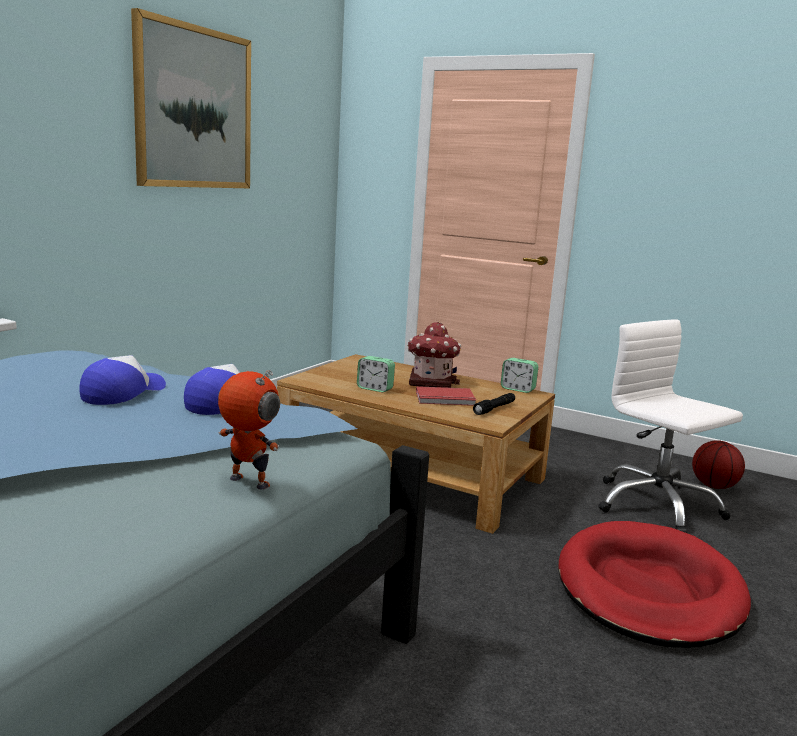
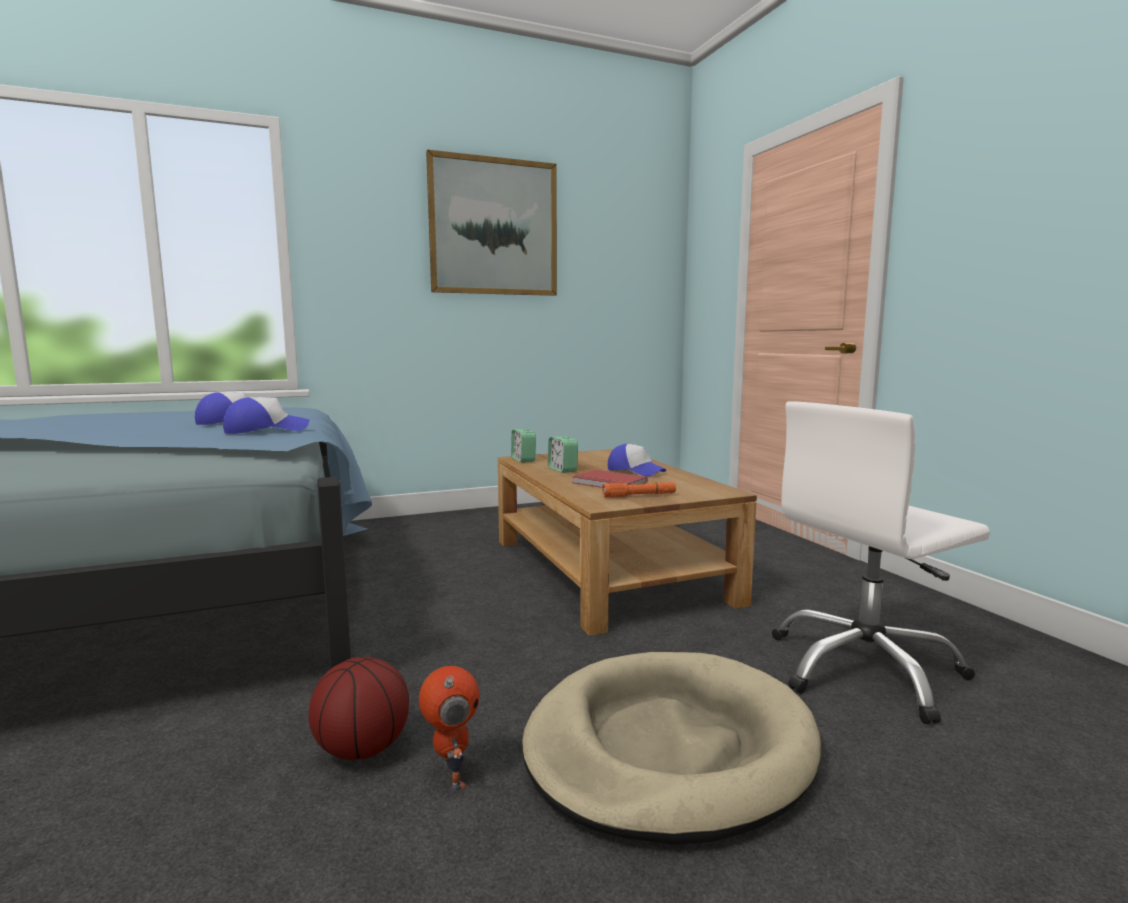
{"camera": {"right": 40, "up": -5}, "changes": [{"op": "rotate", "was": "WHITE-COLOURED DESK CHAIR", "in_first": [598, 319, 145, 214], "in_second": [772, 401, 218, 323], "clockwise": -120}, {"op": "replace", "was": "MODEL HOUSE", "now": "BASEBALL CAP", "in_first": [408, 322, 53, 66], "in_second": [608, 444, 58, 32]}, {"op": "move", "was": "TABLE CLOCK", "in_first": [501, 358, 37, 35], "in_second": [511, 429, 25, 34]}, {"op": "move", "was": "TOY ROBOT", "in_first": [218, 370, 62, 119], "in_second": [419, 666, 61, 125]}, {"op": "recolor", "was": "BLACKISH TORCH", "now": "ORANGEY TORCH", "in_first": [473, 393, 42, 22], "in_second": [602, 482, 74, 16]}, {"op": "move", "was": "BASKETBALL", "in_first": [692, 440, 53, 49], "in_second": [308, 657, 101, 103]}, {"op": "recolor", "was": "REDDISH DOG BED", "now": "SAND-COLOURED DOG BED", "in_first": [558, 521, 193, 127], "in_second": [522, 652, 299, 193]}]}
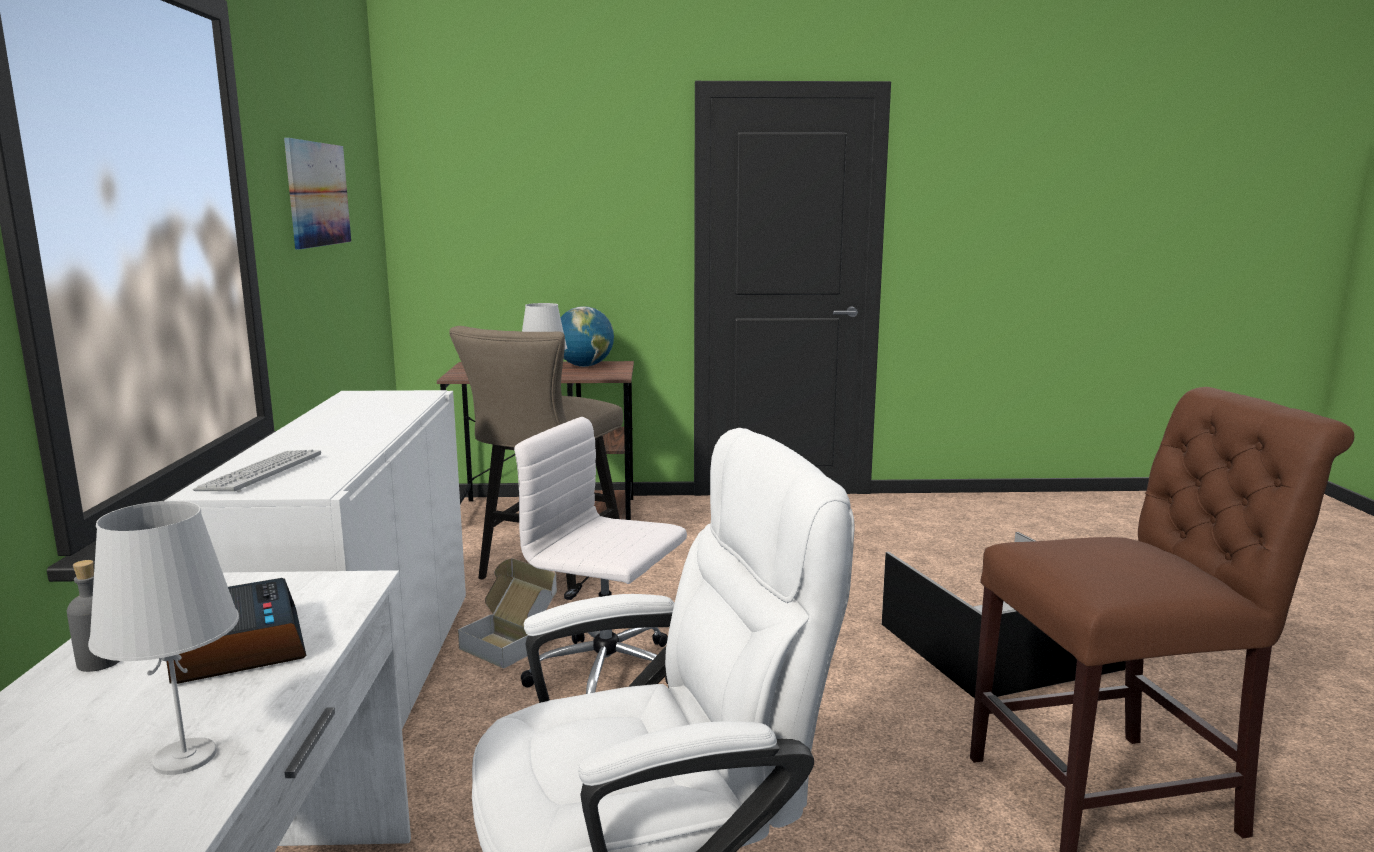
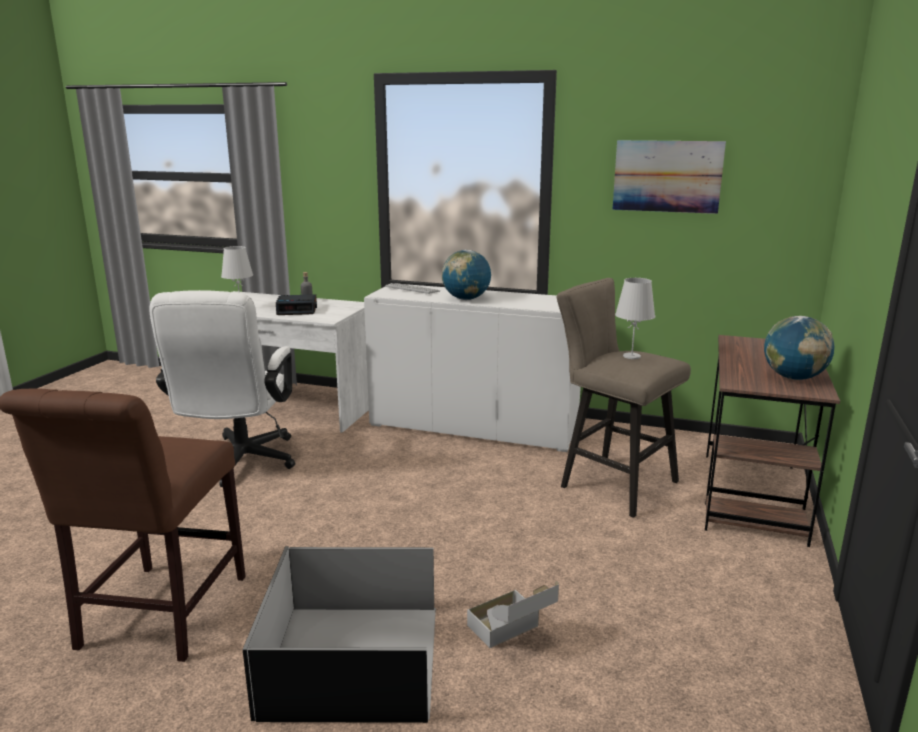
{"camera": {"right": 110, "up": 5}, "changes": [{"op": "delete", "was": "WHITE-COLOURED DESK CHAIR", "in_first": [514, 417, 173, 277]}, {"op": "move", "was": "PACKING BOX", "in_first": [458, 558, 99, 111], "in_second": [467, 581, 92, 67]}, {"op": "insert", "now": "WORLD GLOBE", "in_second": [442, 250, 49, 50]}]}
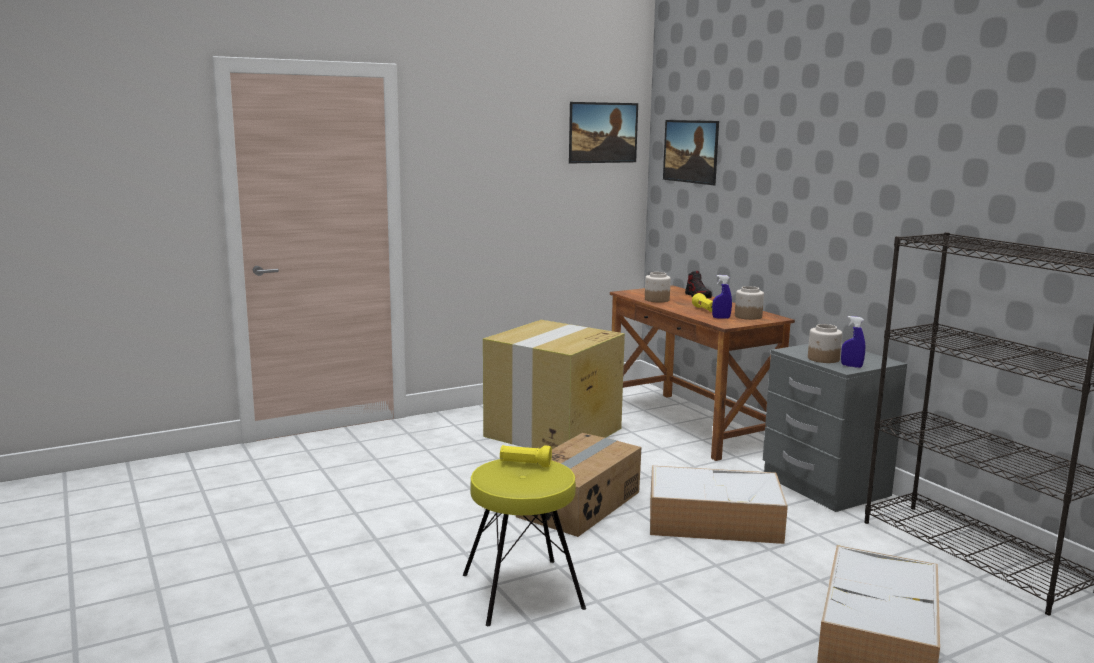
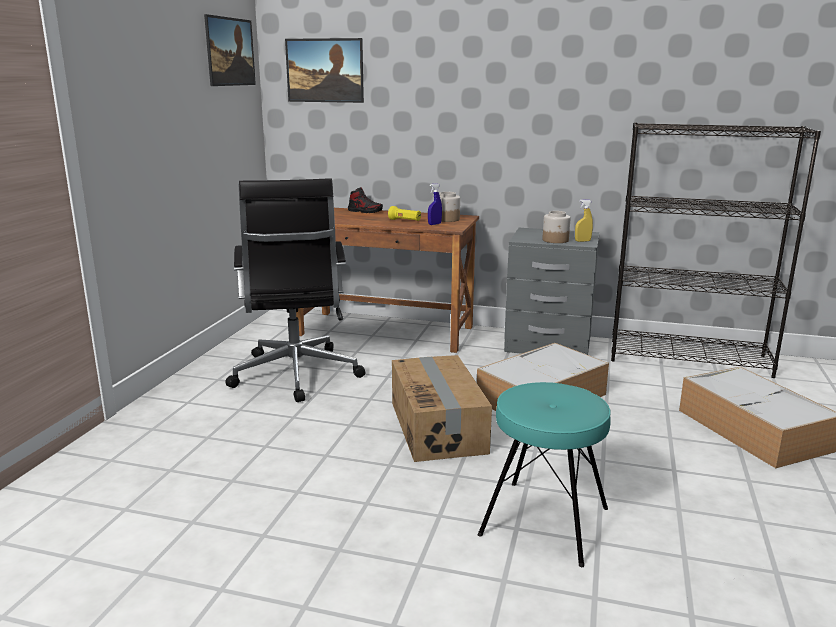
{"camera": {"right": -45, "up": 5}, "changes": [{"op": "delete", "was": "PRESERVE JAR", "in_first": [645, 272, 26, 31]}, {"op": "recolor", "was": "BLUE SPRAY BOTTLE", "now": "YELLOW-COLOURED SPRAY BOTTLE", "in_first": [841, 316, 24, 52], "in_second": [575, 199, 18, 43]}, {"op": "replace", "was": "PACKING BOX", "now": "BLACKISH DESK CHAIR", "in_first": [483, 320, 142, 129], "in_second": [225, 179, 140, 223]}, {"op": "delete", "was": "YELLOW-COLOURED TORCH", "in_first": [500, 445, 52, 22]}, {"op": "recolor", "was": "YELLOW-COLOURED STOOL", "now": "TURQUOISE-COLOURED STOOL", "in_first": [463, 459, 123, 167], "in_second": [478, 382, 133, 185]}]}
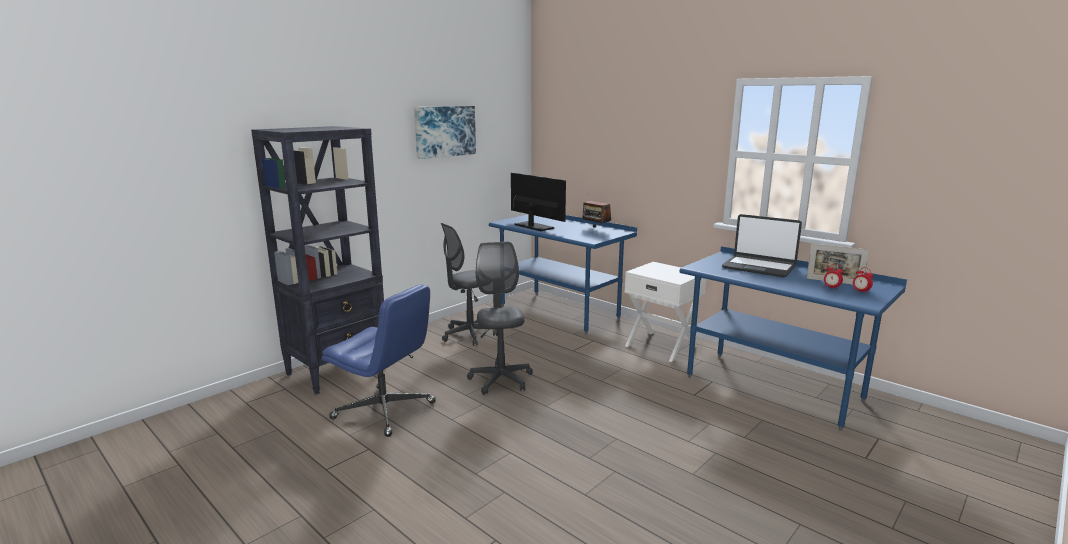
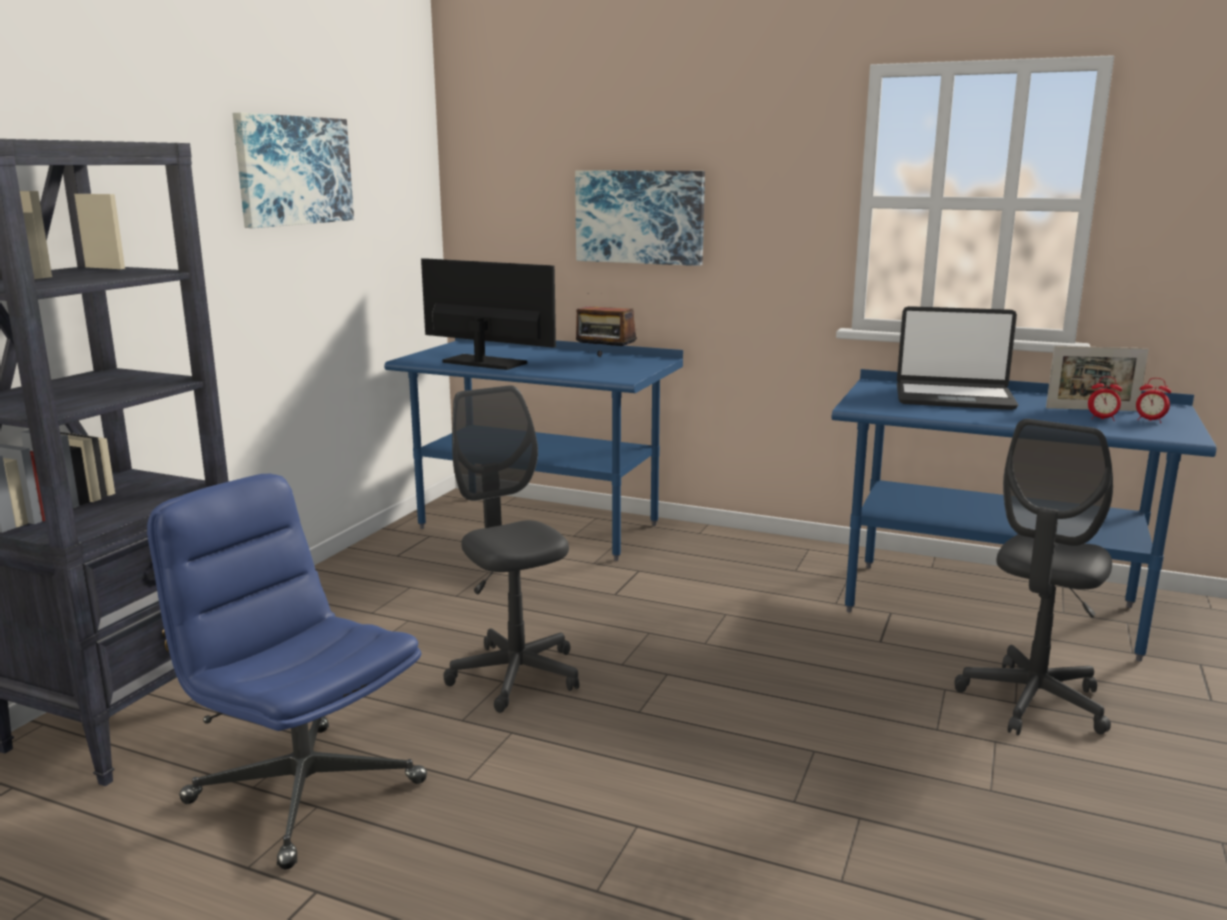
{"camera": {"right": -20, "up": 0}, "changes": [{"op": "move", "was": "GREY DESK CHAIR", "in_first": [441, 223, 57, 123], "in_second": [955, 419, 158, 317]}, {"op": "delete", "was": "WHITE-COLOURED NIGHTSTAND", "in_first": [625, 262, 81, 100]}, {"op": "rotate", "was": "BLUE DESK CHAIR", "in_first": [322, 284, 114, 153], "in_second": [147, 474, 280, 396], "clockwise": -150}, {"op": "insert", "now": "PICTURE", "in_second": [575, 170, 130, 96]}]}
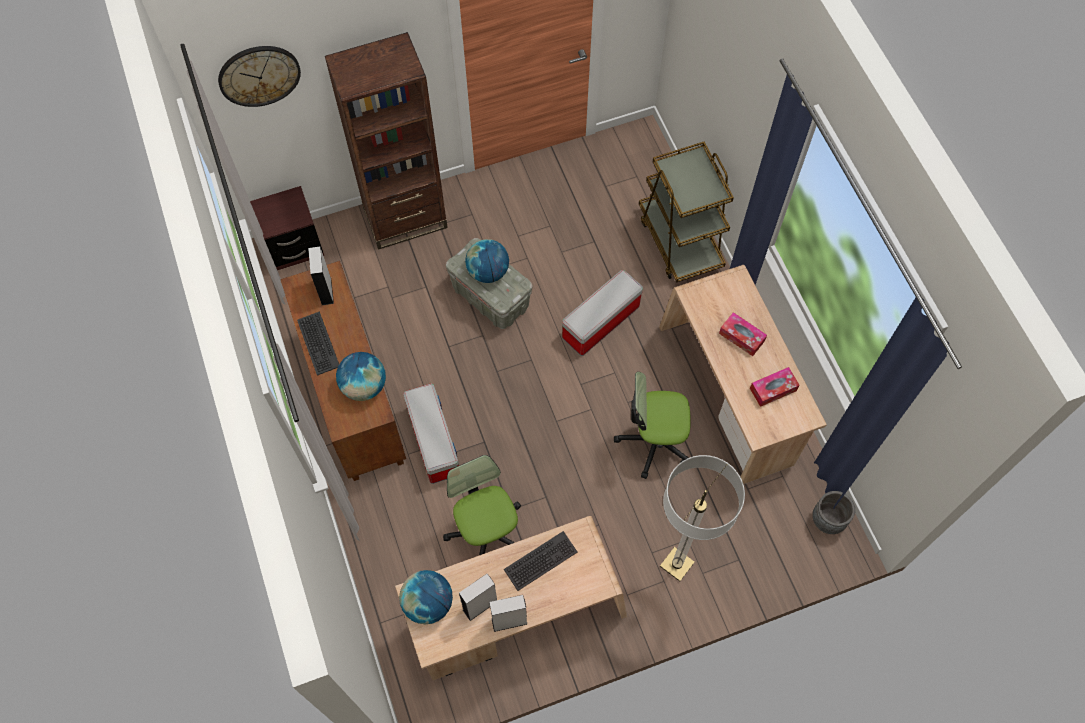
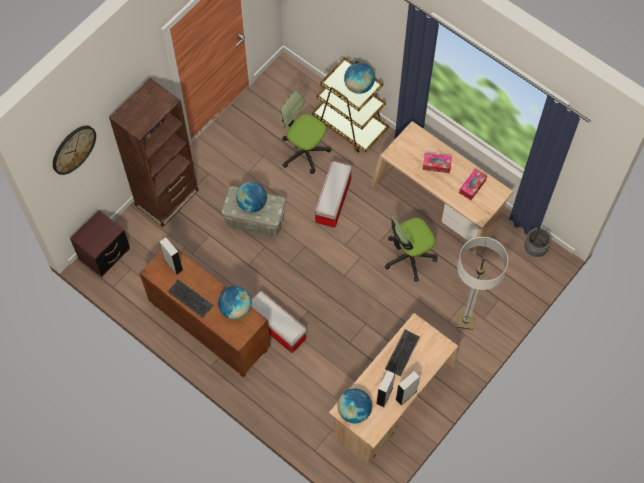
{"camera": {"right": -30, "up": 0}, "changes": [{"op": "move", "was": "DESK CHAIR", "in_first": [443, 455, 78, 100], "in_second": [281, 91, 50, 83]}, {"op": "insert", "now": "WORLD GLOBE", "in_second": [344, 63, 31, 31]}]}
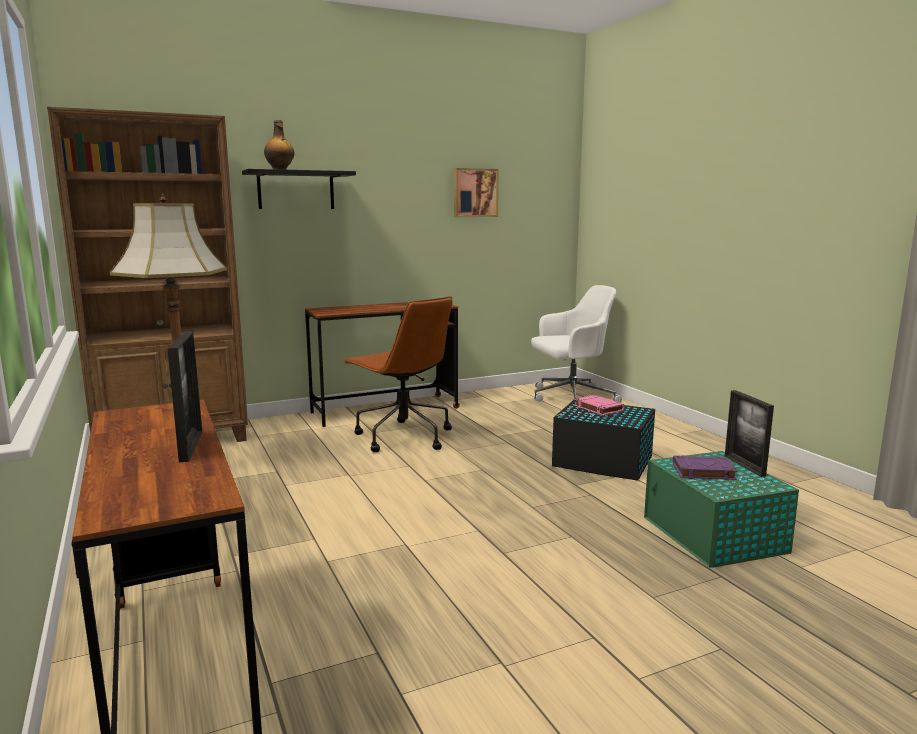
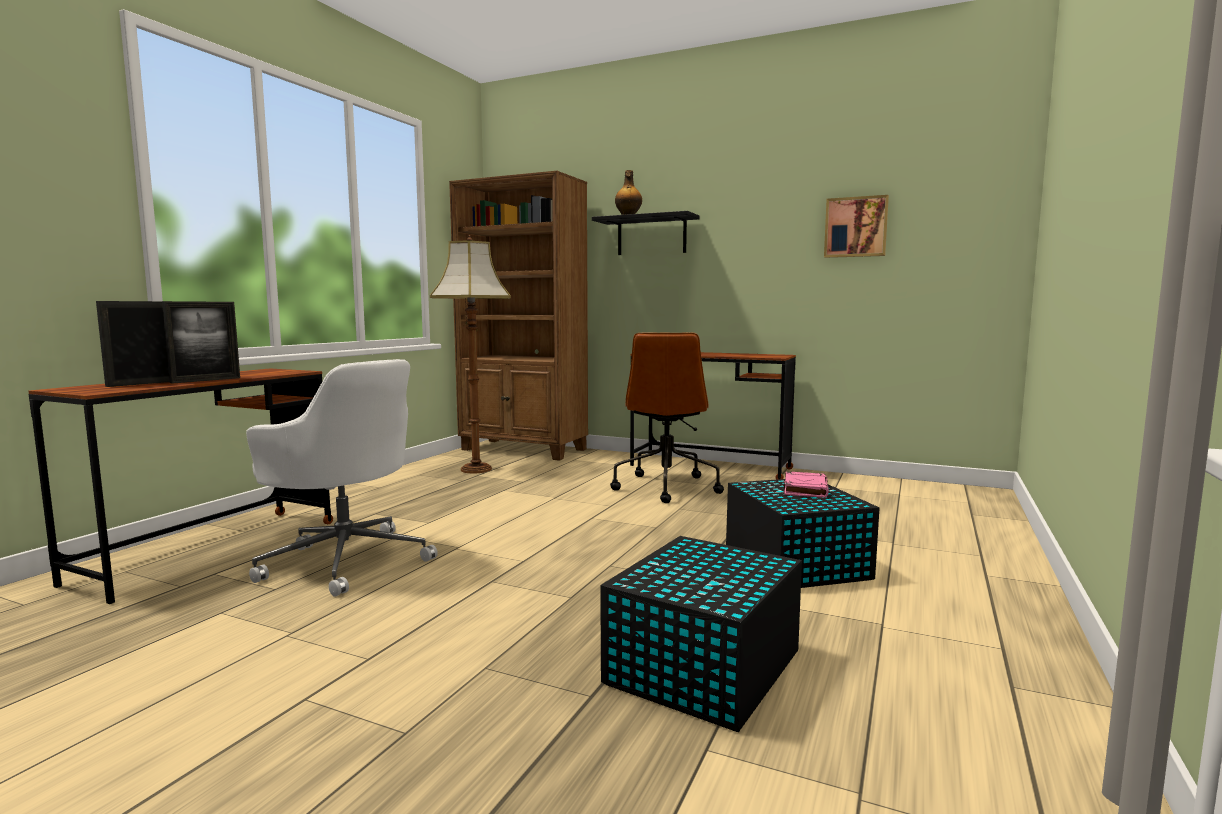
{"camera": {"right": 50, "up": -5}, "changes": [{"op": "move", "was": "WHITE-COLOURED DESK CHAIR", "in_first": [531, 285, 91, 117], "in_second": [246, 359, 192, 238]}, {"op": "move", "was": "STANDING FRAME", "in_first": [725, 390, 49, 87], "in_second": [96, 301, 74, 86]}, {"op": "recolor", "was": "GREENISH STORAGE CONTAINER", "now": "BLACKISH STORAGE CONTAINER", "in_first": [644, 451, 155, 117], "in_second": [600, 536, 202, 196]}, {"op": "delete", "was": "PURPLE BOUND BOOK", "in_first": [673, 455, 64, 25]}]}
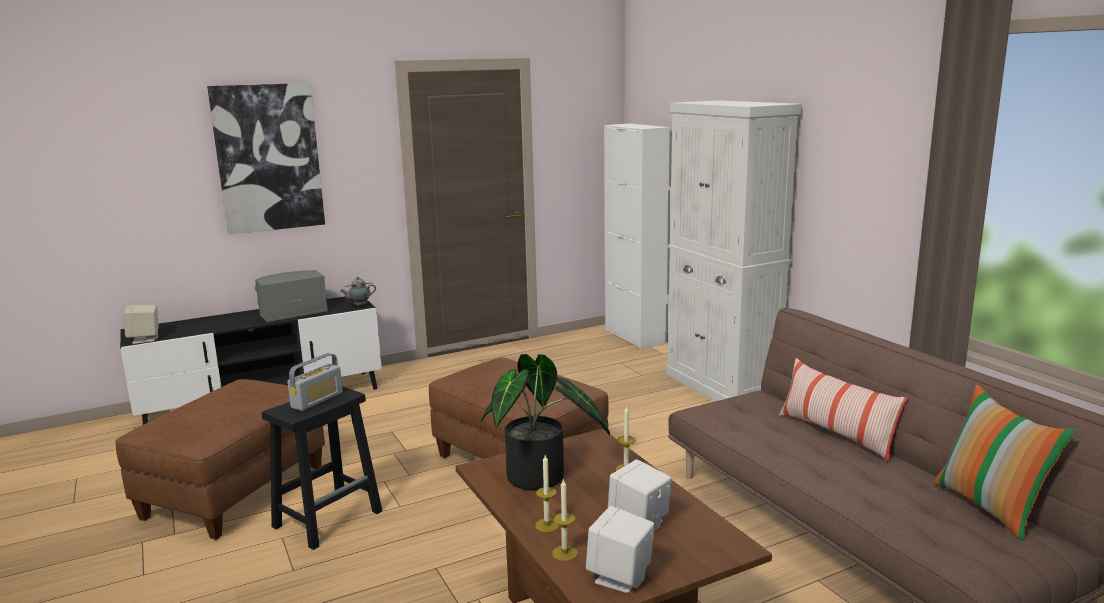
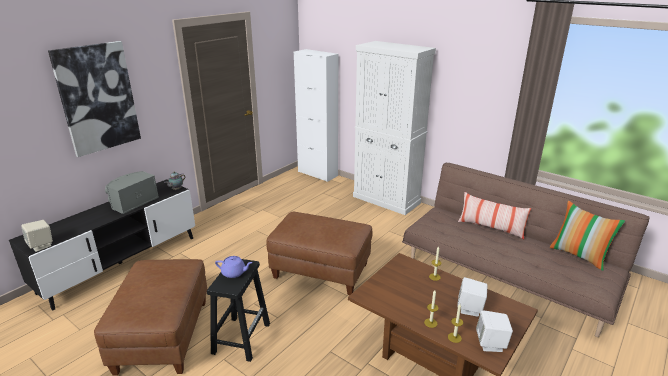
{"camera": {"right": -25, "up": 10}, "changes": [{"op": "replace", "was": "RADIO RECEIVER", "now": "PURPLE TEA POT", "in_first": [287, 353, 56, 58], "in_second": [215, 256, 37, 22]}, {"op": "delete", "was": "HOUSEPLANT", "in_first": [481, 354, 129, 136]}]}
